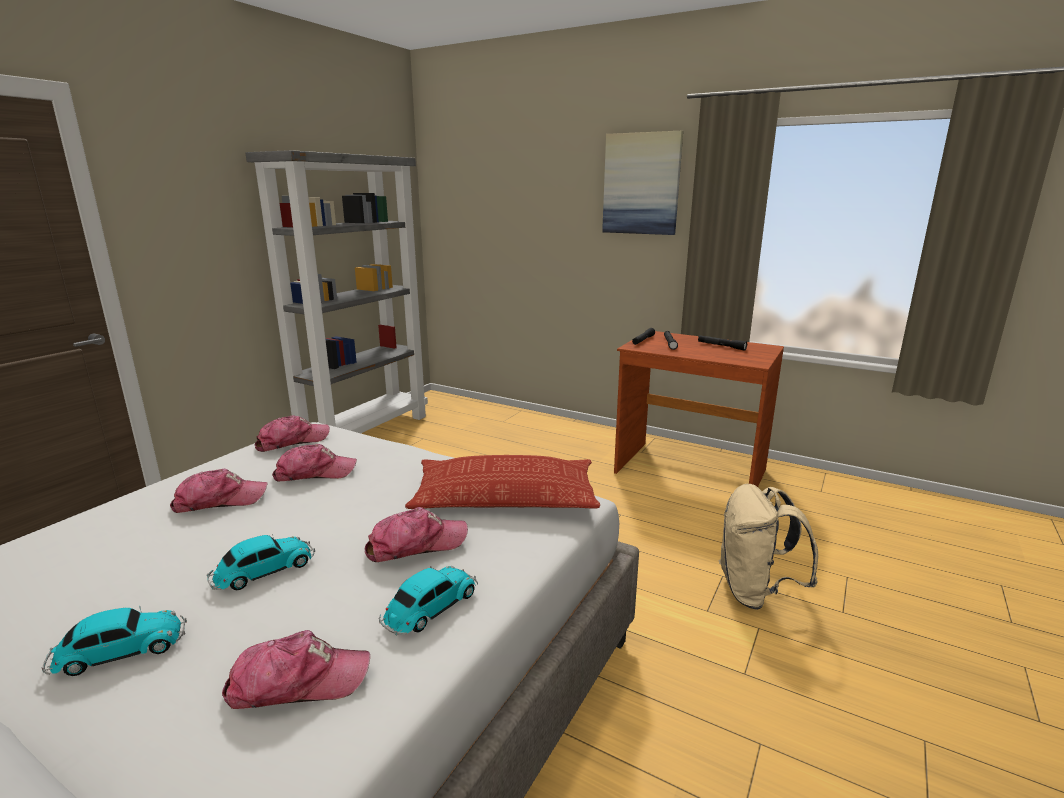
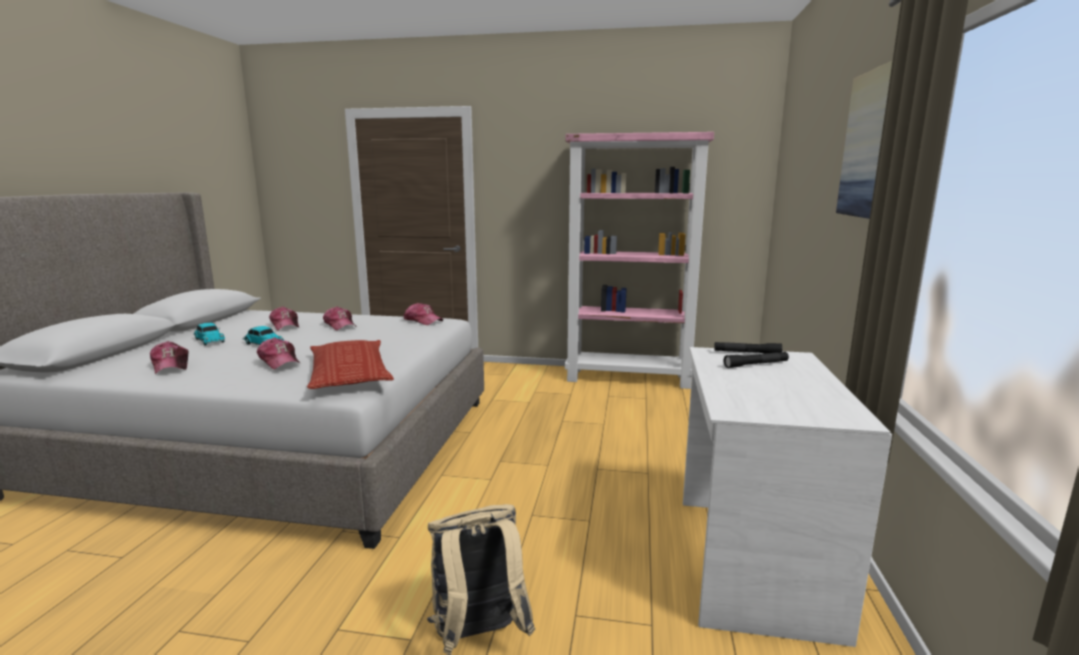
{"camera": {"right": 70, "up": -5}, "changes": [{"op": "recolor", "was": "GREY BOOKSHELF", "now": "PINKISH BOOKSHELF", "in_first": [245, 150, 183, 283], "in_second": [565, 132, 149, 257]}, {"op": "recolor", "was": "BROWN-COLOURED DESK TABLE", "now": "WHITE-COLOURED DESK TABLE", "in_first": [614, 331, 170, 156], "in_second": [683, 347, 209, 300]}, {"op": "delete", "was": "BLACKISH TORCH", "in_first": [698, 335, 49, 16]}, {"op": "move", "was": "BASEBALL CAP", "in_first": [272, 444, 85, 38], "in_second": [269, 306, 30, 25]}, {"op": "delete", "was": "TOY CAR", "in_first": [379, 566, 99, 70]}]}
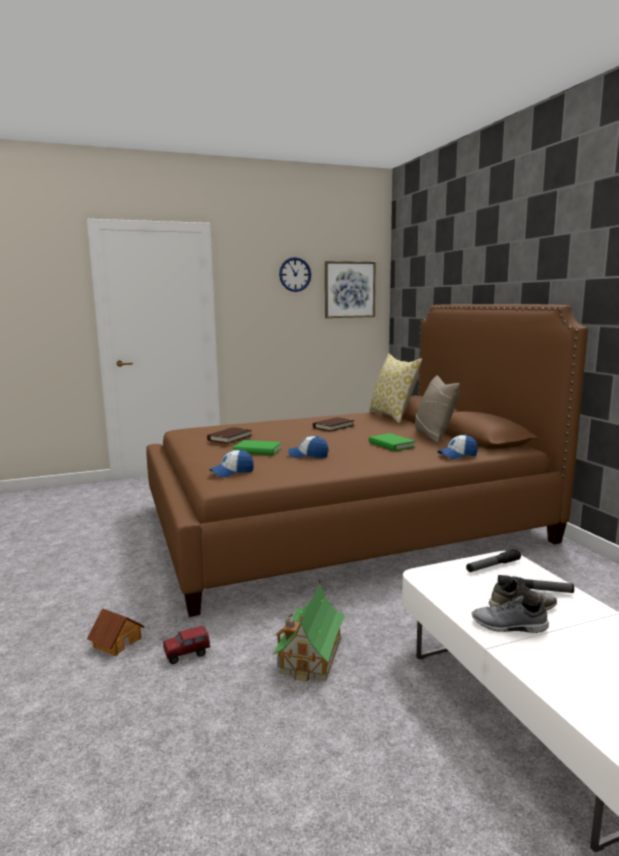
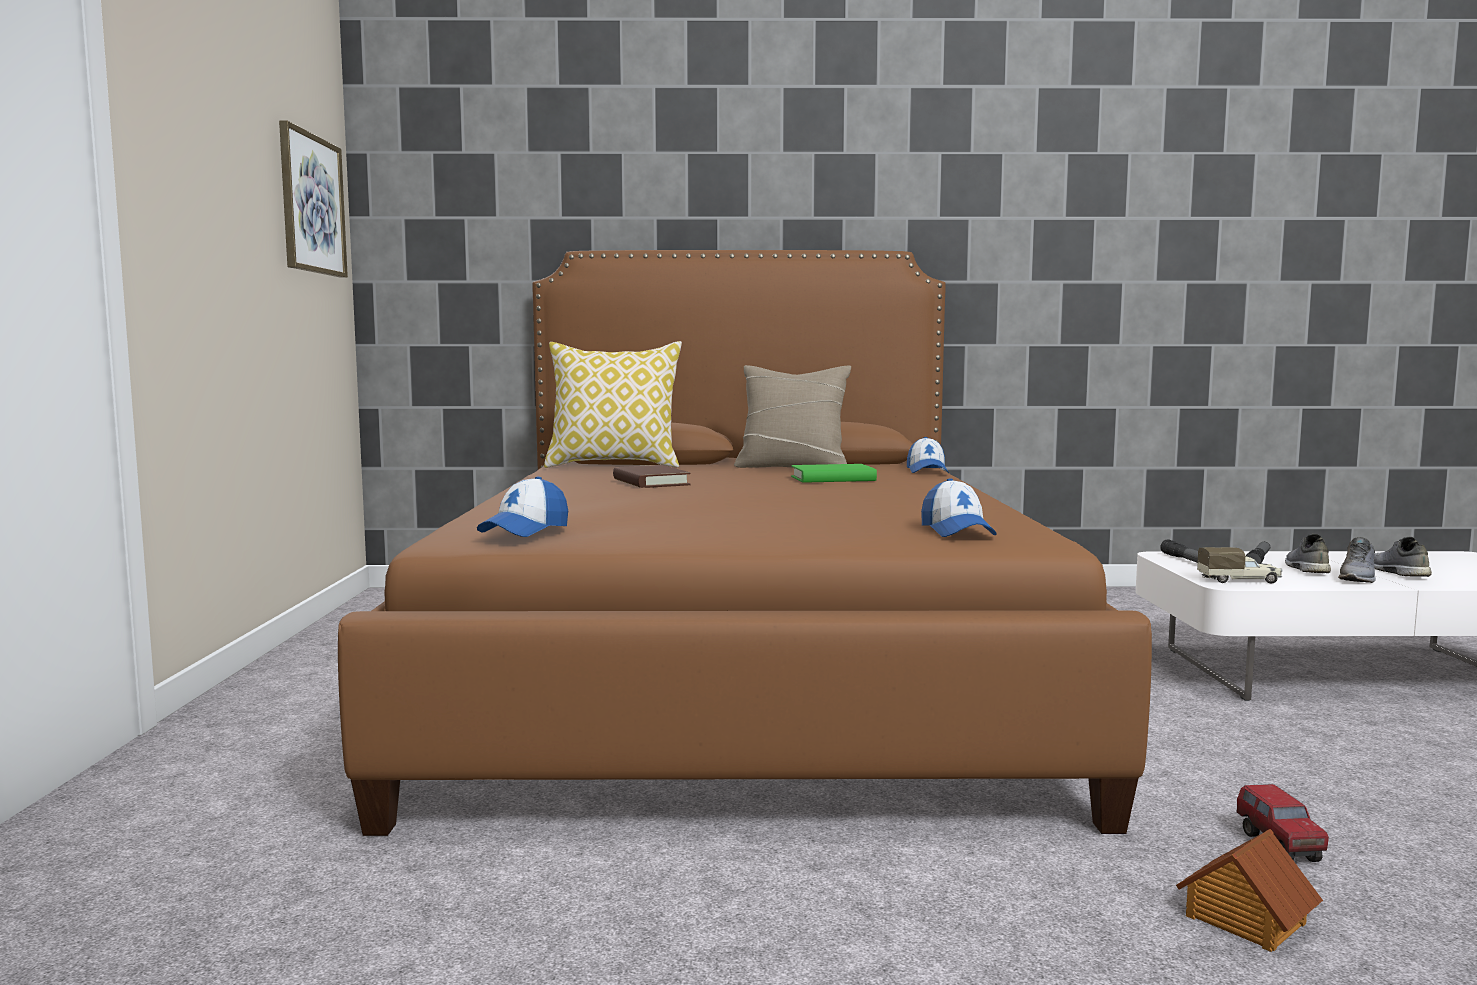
{"camera": {"right": -70, "up": -5}, "changes": [{"op": "delete", "was": "CLOCK ON THE WALL", "in_first": [279, 257, 32, 35]}, {"op": "delete", "was": "BROWN-COLOURED BOUND BOOK", "in_first": [207, 427, 45, 17]}, {"op": "move", "was": "BASEBALL CAP", "in_first": [288, 436, 41, 22], "in_second": [477, 477, 91, 60]}, {"op": "delete", "was": "GREENISH BOUND BOOK", "in_first": [233, 440, 49, 15]}, {"op": "delete", "was": "MODEL HOUSE", "in_first": [273, 579, 72, 102]}, {"op": "insert", "now": "GREY ITEM OF FOOTWEAR", "in_second": [1374, 537, 58, 40]}, {"op": "insert", "now": "TOY TRUCK", "in_second": [1197, 547, 85, 36]}]}
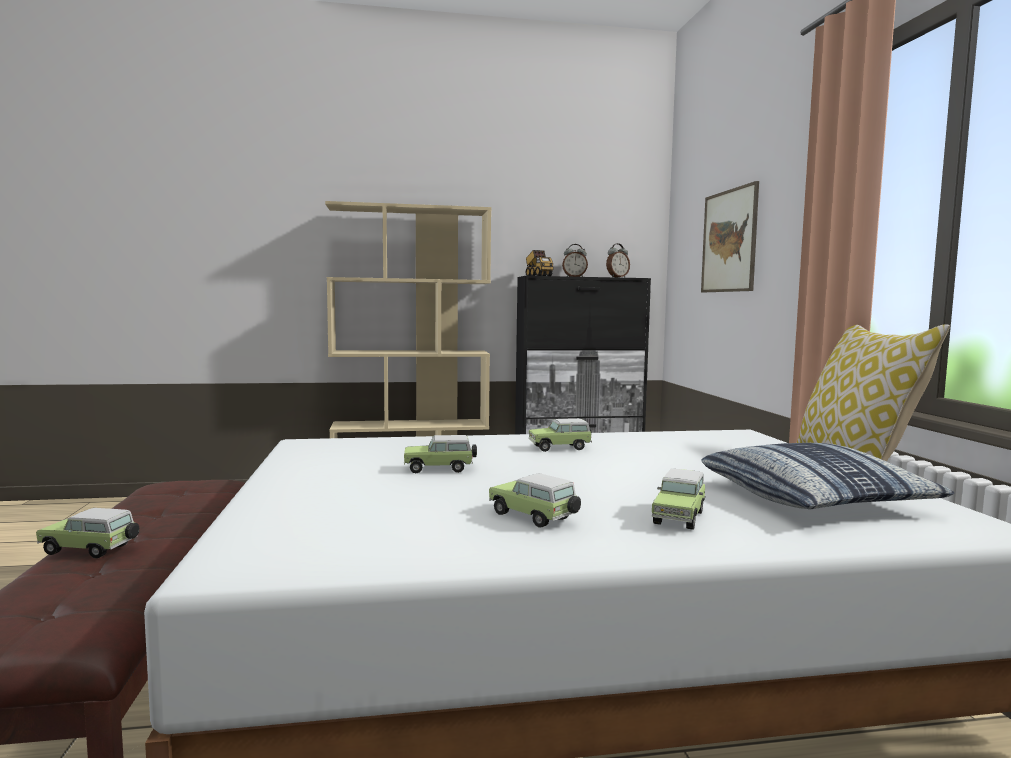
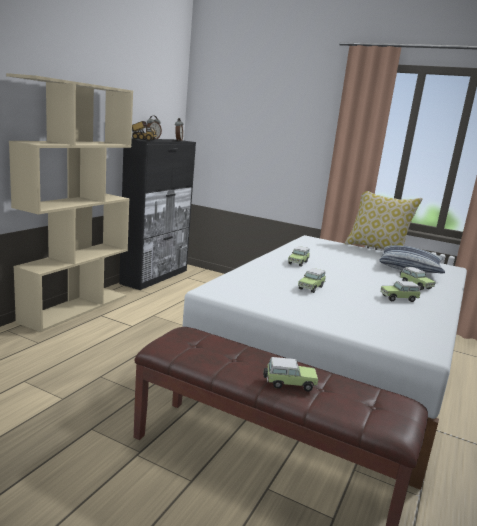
{"camera": {"right": -55, "up": 10}, "changes": [{"op": "delete", "was": "PICTURE", "in_first": [701, 181, 58, 111]}, {"op": "rotate", "was": "TOY CAR", "in_first": [36, 508, 104, 51], "in_second": [263, 357, 55, 35], "clockwise": -135}]}
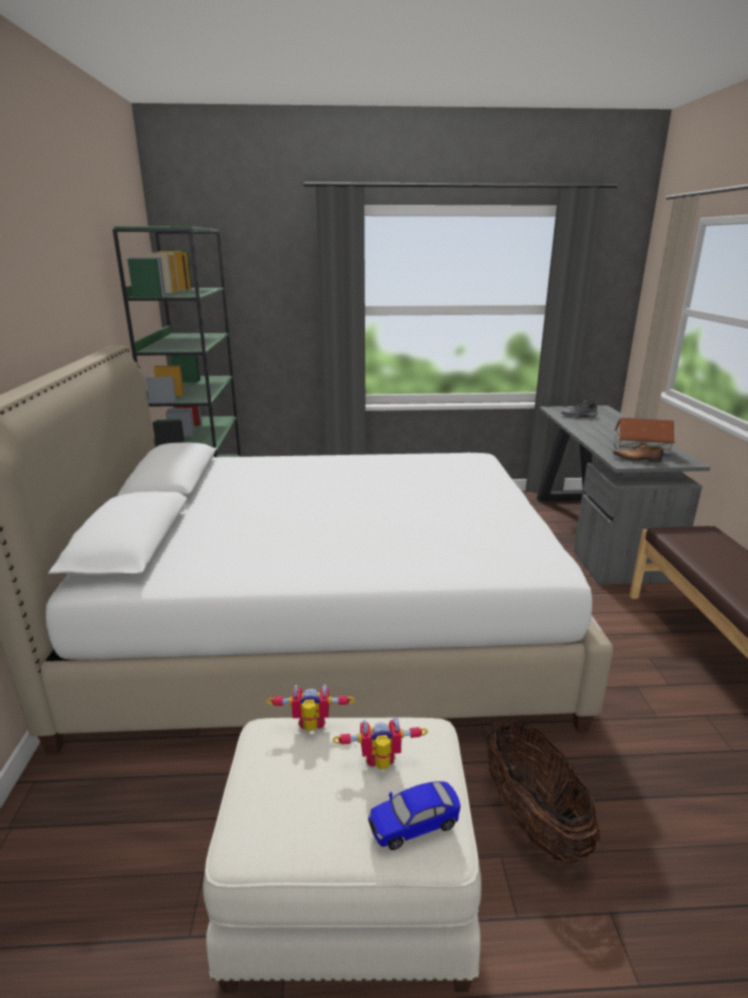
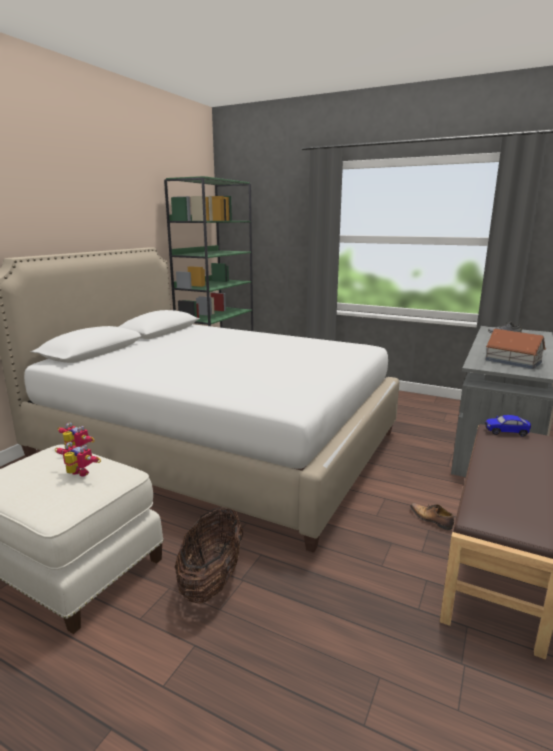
{"camera": {"right": 30, "up": -5}, "changes": [{"op": "move", "was": "ITEM OF FOOTWEAR", "in_first": [613, 442, 51, 21], "in_second": [410, 503, 44, 27]}, {"op": "move", "was": "TOY CAR", "in_first": [368, 781, 92, 69], "in_second": [485, 415, 46, 22]}]}
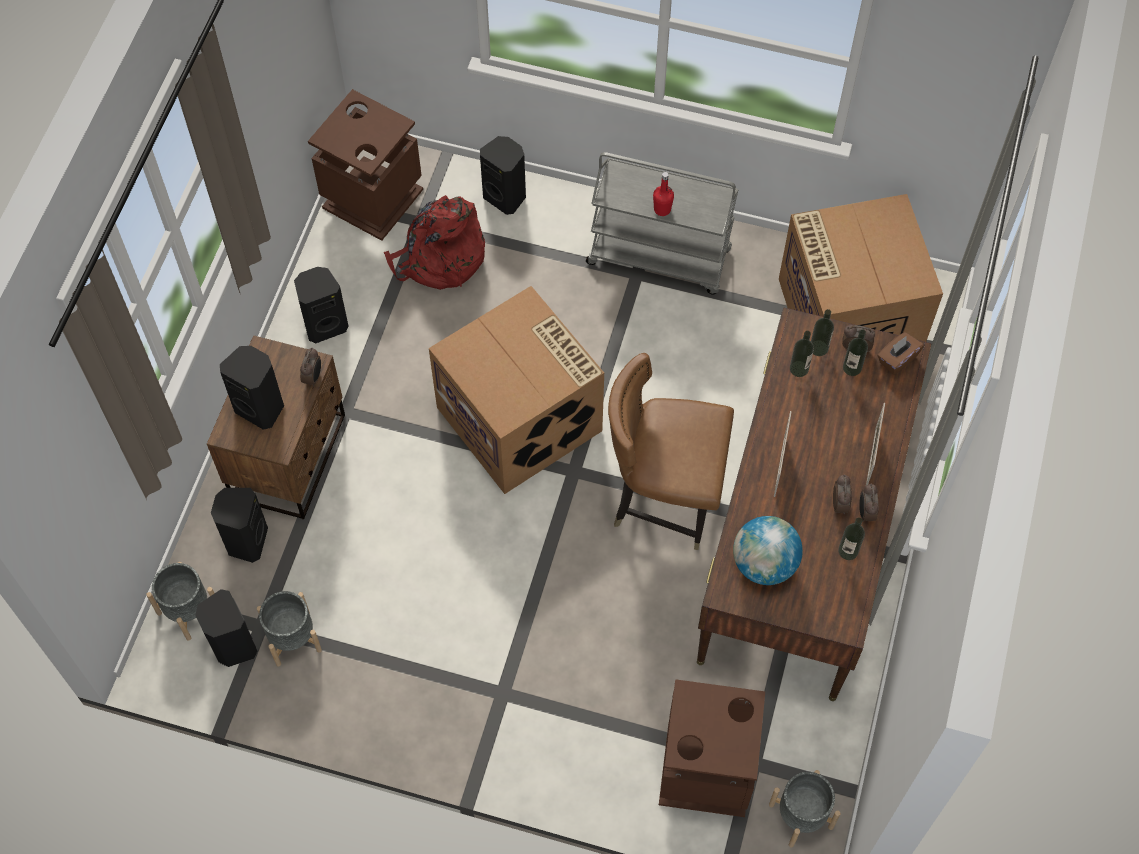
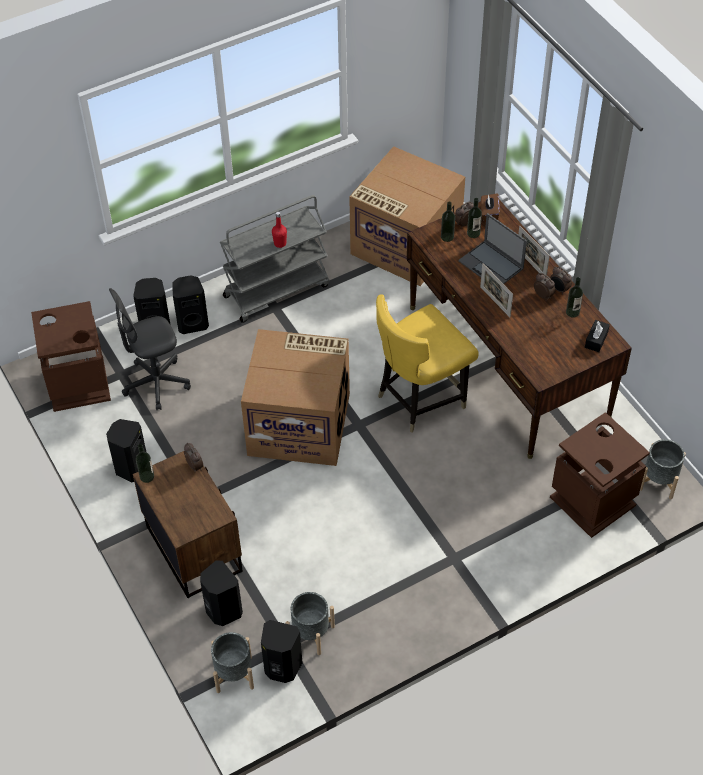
{"camera": {"right": -45, "up": -10}, "changes": [{"op": "replace", "was": "REDDISH RUCKSACK", "now": "GREY DESK CHAIR", "in_first": [384, 195, 101, 95], "in_second": [109, 288, 82, 122]}, {"op": "move", "was": "DRINK BOTTLE", "in_first": [790, 331, 24, 46], "in_second": [136, 444, 18, 39]}, {"op": "move", "was": "BLACKISH SPEAKER", "in_first": [220, 346, 64, 84], "in_second": [172, 275, 37, 59]}, {"op": "recolor", "was": "BROWN-COLOURED CHAIR", "now": "YELLOW-COLOURED CHAIR", "in_first": [608, 353, 126, 197], "in_second": [376, 294, 103, 139]}, {"op": "delete", "was": "WORLD GLOBE", "in_first": [733, 516, 70, 69]}, {"op": "insert", "now": "LAPTOP", "in_second": [458, 213, 69, 71]}, {"op": "insert", "now": "BLACKISH BOX OF TISSUES", "in_second": [585, 320, 25, 32]}]}
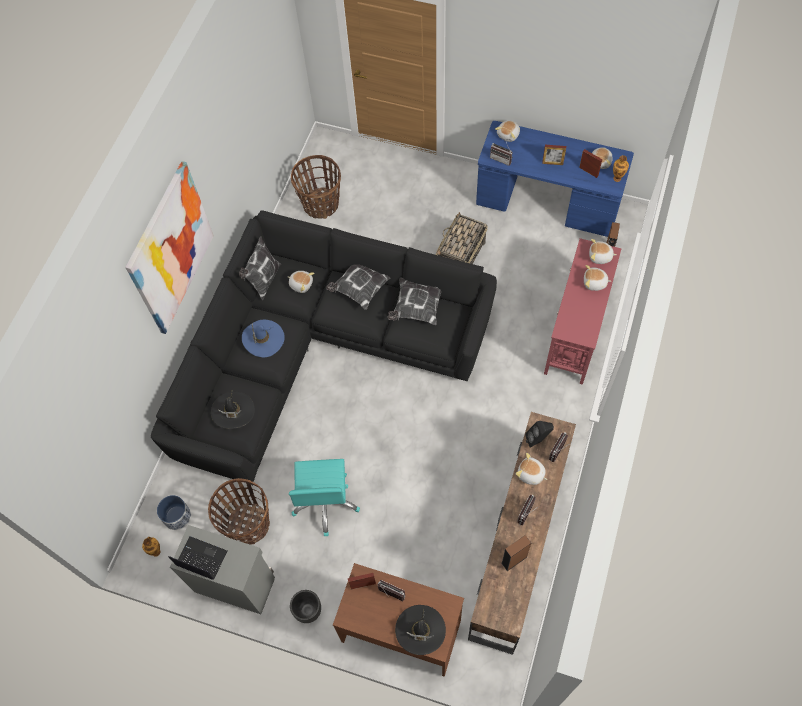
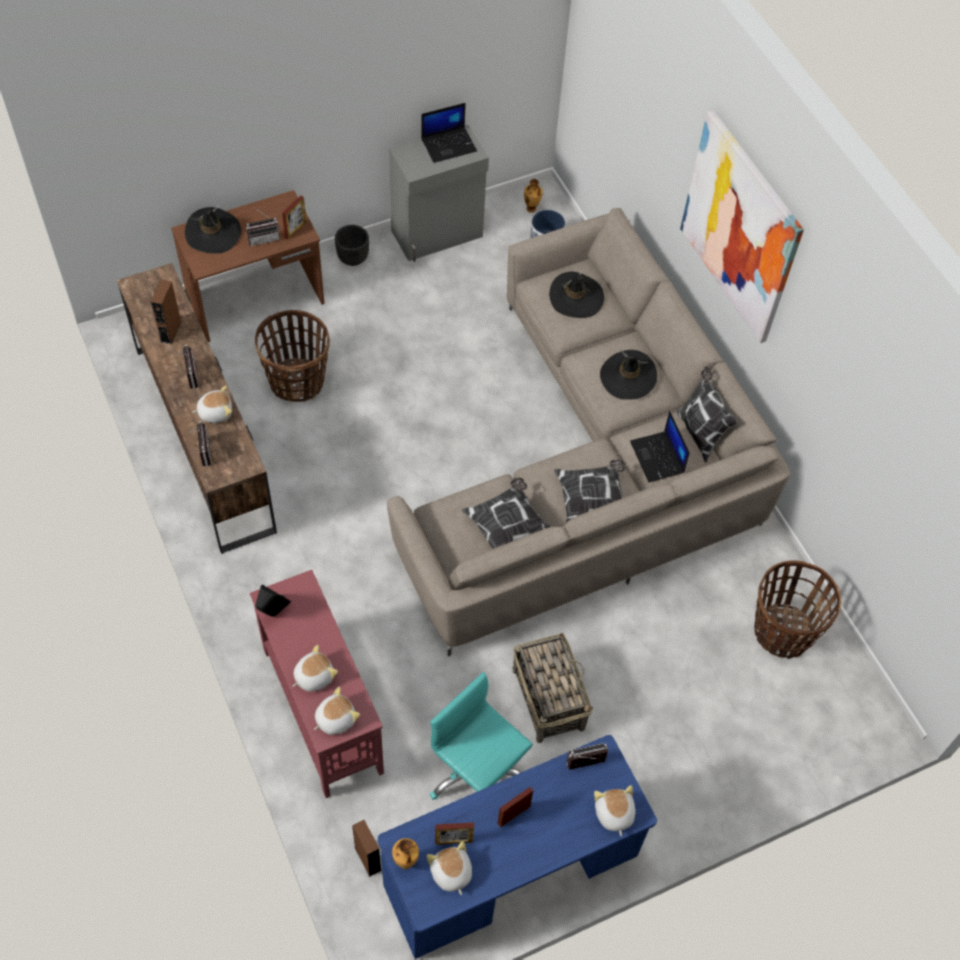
{"camera": {"right": 130, "up": -5}, "changes": [{"op": "recolor", "was": "BLACKISH SETTEE", "now": "SAND-COLOURED SETTEE", "in_first": [151, 210, 346, 276], "in_second": [387, 208, 403, 448]}, {"op": "replace", "was": "PLUSH TOY", "now": "LAPTOP", "in_first": [288, 271, 26, 22], "in_second": [630, 411, 60, 71]}, {"op": "recolor", "was": "BLUE CLOTHING HAT", "now": "BLACKISH CLOTHING HAT", "in_first": [242, 320, 43, 37], "in_second": [600, 350, 57, 50]}, {"op": "move", "was": "BLACKISH SPEAKER", "in_first": [525, 421, 29, 27], "in_second": [255, 585, 36, 32]}, {"op": "move", "was": "TURQUOISE-COLOURED DESK CHAIR", "in_first": [289, 459, 71, 77], "in_second": [430, 672, 103, 128]}, {"op": "move", "was": "STORAGE BASKET", "in_first": [208, 478, 62, 67], "in_second": [255, 310, 75, 92]}]}
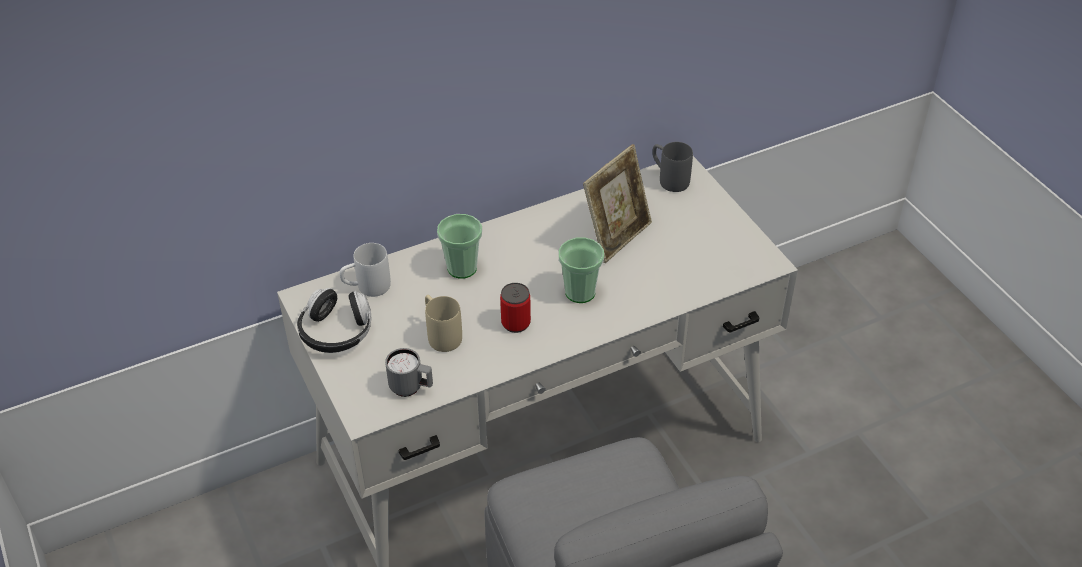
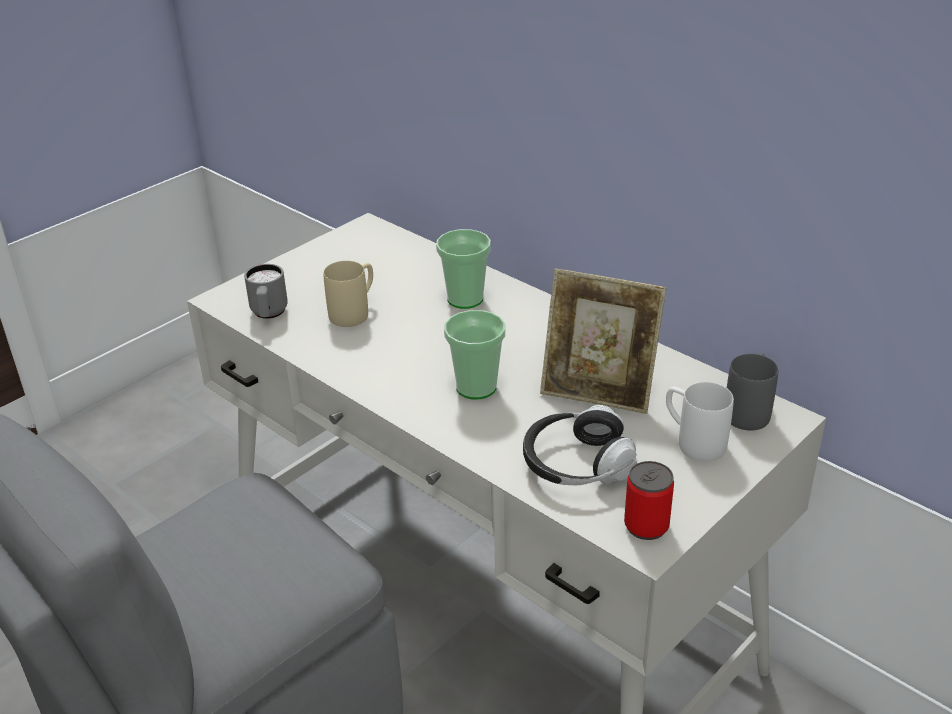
{"camera": {"right": 70, "up": -10}, "changes": [{"op": "move", "was": "WHITE-COLOURED MUG", "in_first": [339, 243, 52, 54], "in_second": [666, 382, 68, 79]}, {"op": "move", "was": "METAL CAN", "in_first": [500, 283, 31, 50], "in_second": [624, 461, 50, 79]}, {"op": "move", "was": "PAIR OF HEADPHONES", "in_first": [297, 288, 74, 65], "in_second": [523, 405, 114, 80]}]}
